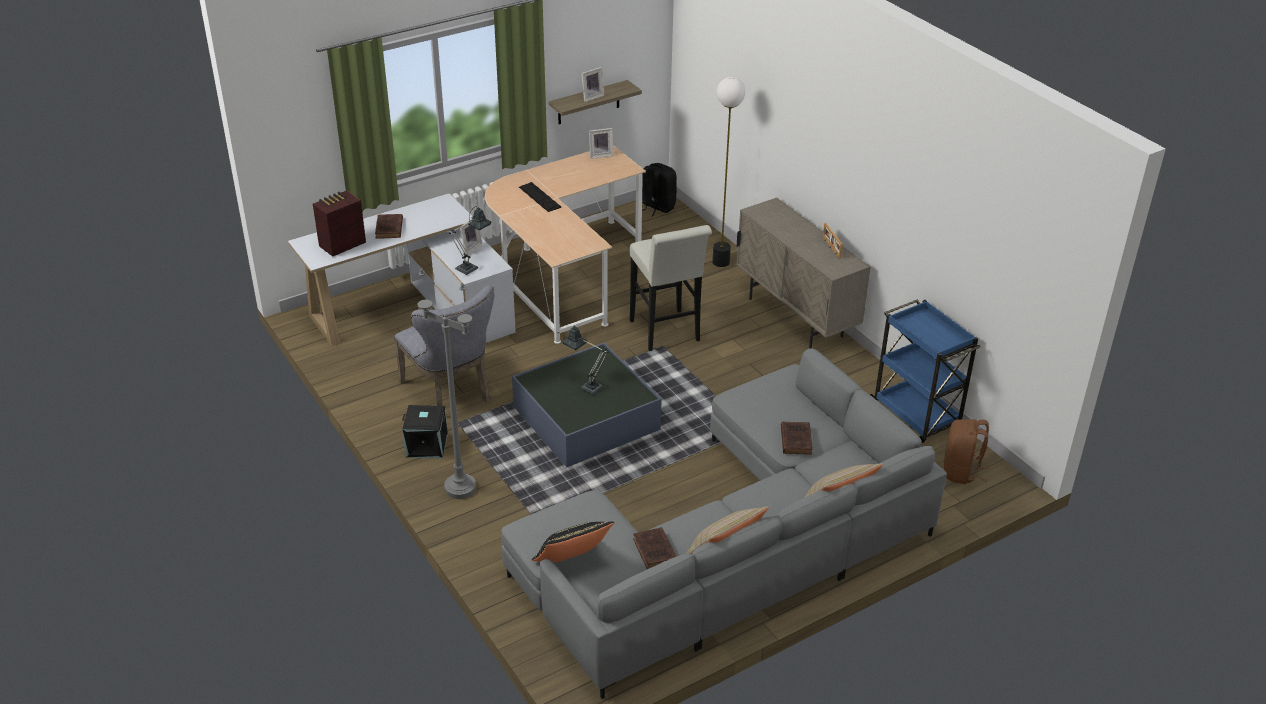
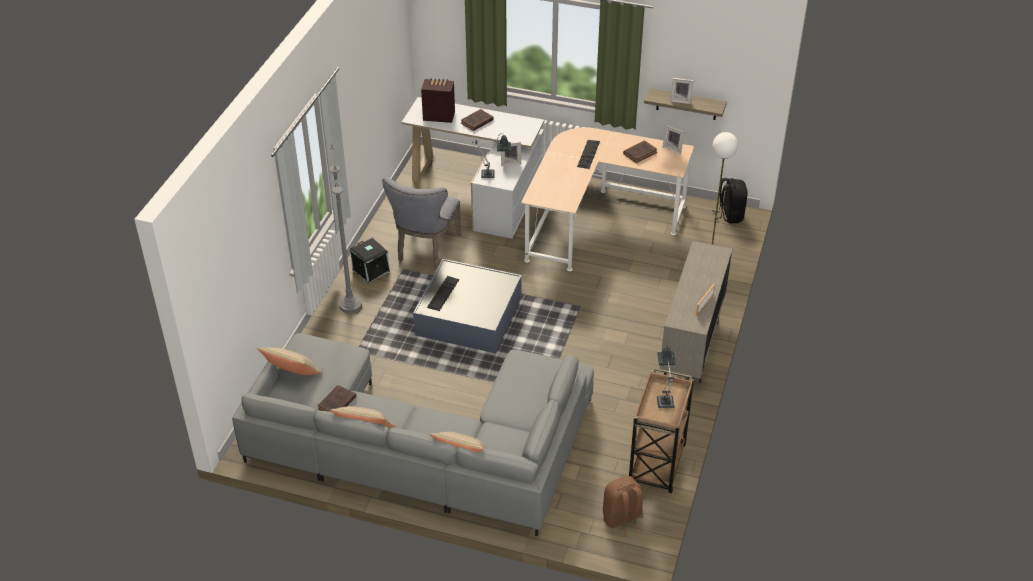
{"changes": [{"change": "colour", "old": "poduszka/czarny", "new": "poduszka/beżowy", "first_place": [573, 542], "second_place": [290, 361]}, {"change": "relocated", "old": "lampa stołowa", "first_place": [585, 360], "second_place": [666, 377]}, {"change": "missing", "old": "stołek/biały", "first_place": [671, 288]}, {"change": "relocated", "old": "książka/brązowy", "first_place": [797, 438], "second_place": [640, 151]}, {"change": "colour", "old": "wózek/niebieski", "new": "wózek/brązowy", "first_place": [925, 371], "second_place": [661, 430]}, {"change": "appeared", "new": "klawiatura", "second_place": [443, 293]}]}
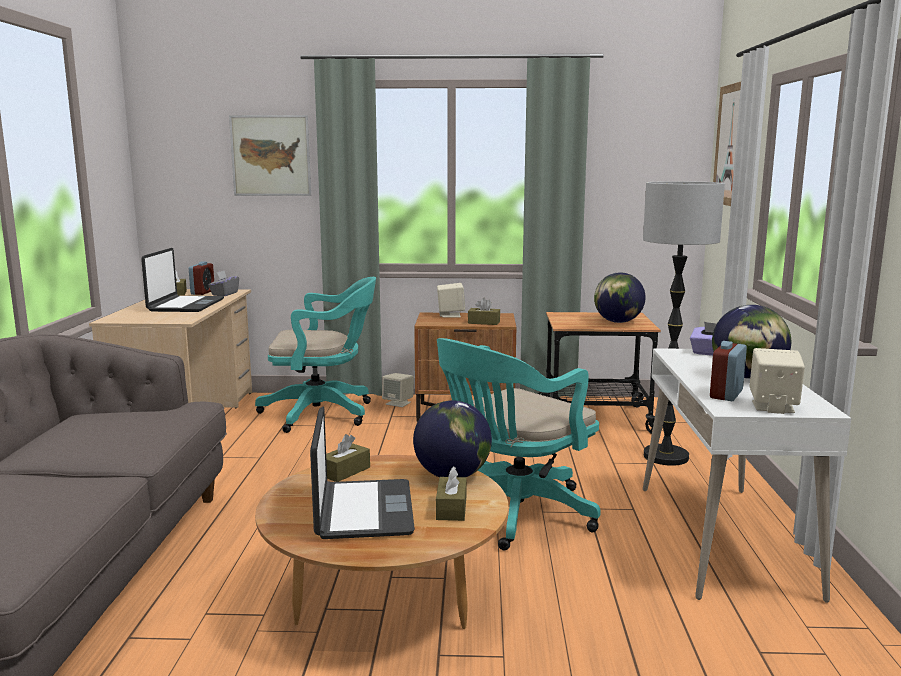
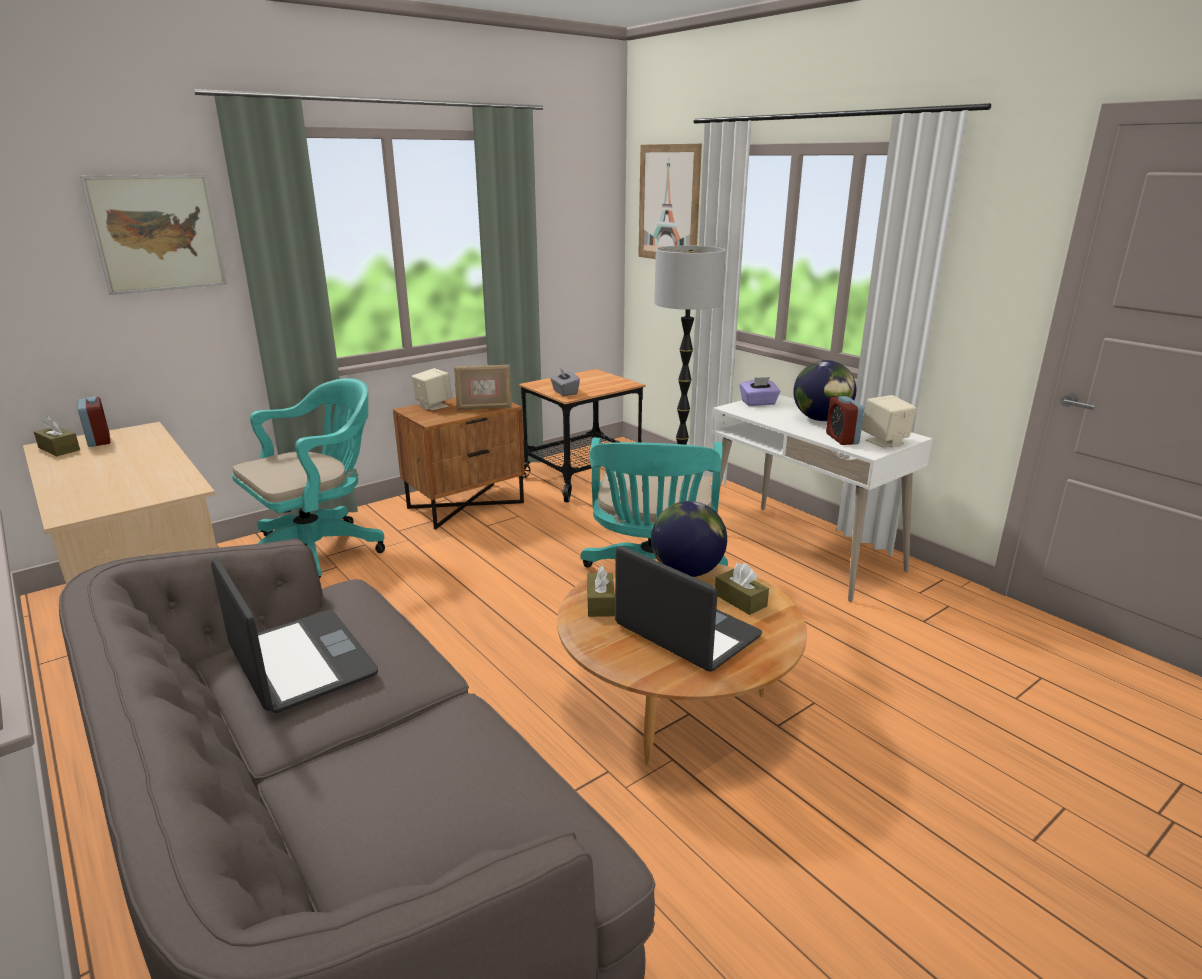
{"changes": [{"change": "relocated", "old": "laptop", "first_place": [182, 280], "second_place": [294, 635]}, {"change": "relocated", "old": "pudełko chusteczek/szary", "first_place": [223, 283], "second_place": [565, 381]}, {"change": "missing", "old": "głośnik/beżowy", "first_place": [398, 390]}, {"change": "exchanged", "old": "pudełko chusteczek/brązowy", "new": "ramka na zdjęcie", "first_place": [484, 311], "second_place": [483, 387]}, {"change": "missing", "old": "globus", "first_place": [620, 297]}]}
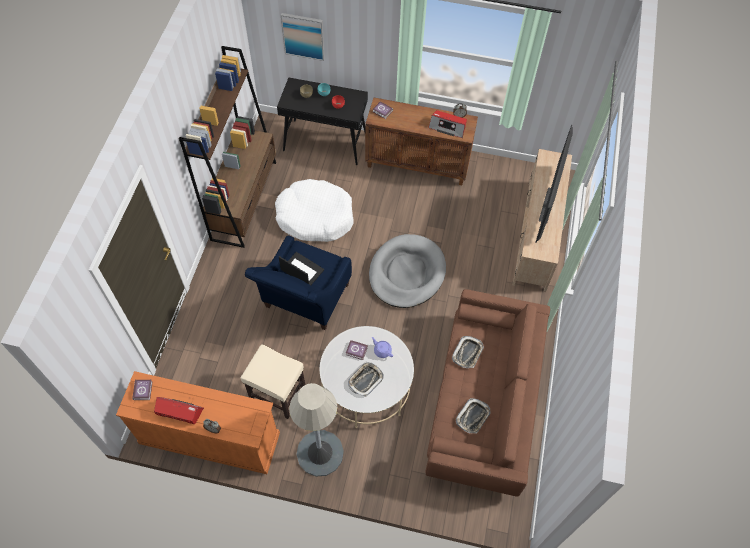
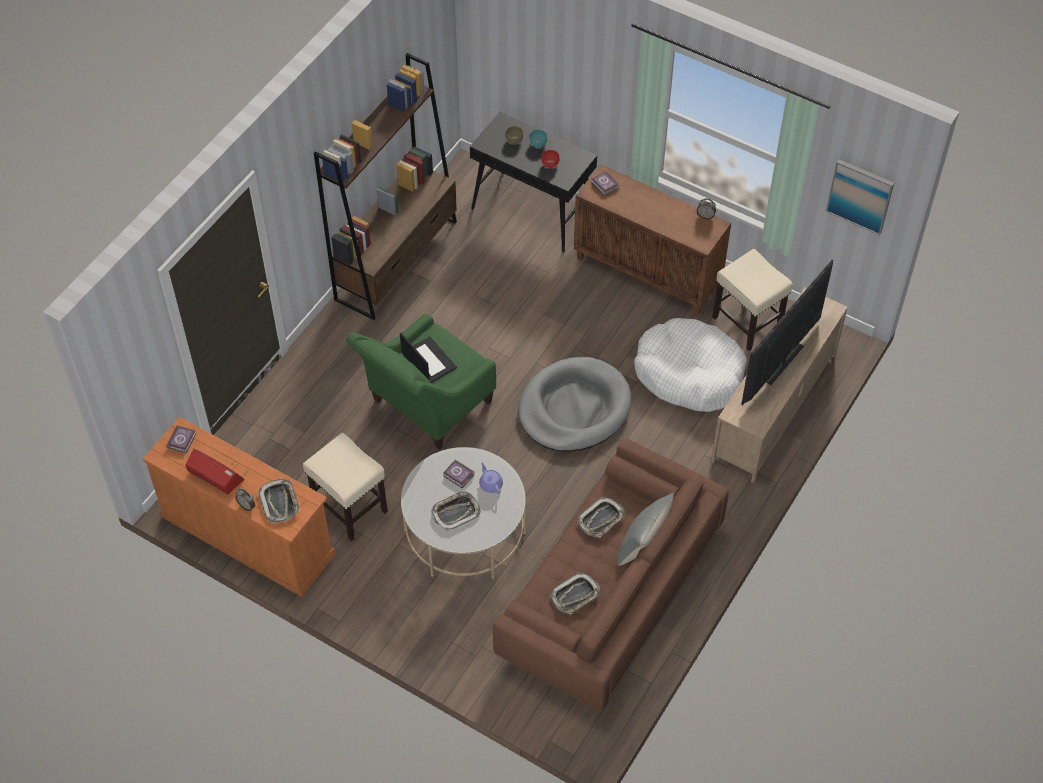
{"changes": [{"change": "colour", "old": "fotel/niebieski", "new": "fotel/zielony", "first_place": [298, 283], "second_place": [421, 381]}, {"change": "relocated", "old": "legowisko/biały", "first_place": [314, 210], "second_place": [690, 365]}, {"change": "relocated", "old": "obraz", "first_place": [303, 37], "second_place": [860, 197]}, {"change": "missing", "old": "lampa stojąca/szary", "first_place": [316, 429]}, {"change": "missing", "old": "radio", "first_place": [447, 124]}, {"change": "appeared", "new": "taca", "second_place": [279, 501]}, {"change": "appeared", "new": "poduszka/szary", "second_place": [645, 529]}, {"change": "appeared", "new": "stołek/beżowy", "second_place": [752, 300]}]}
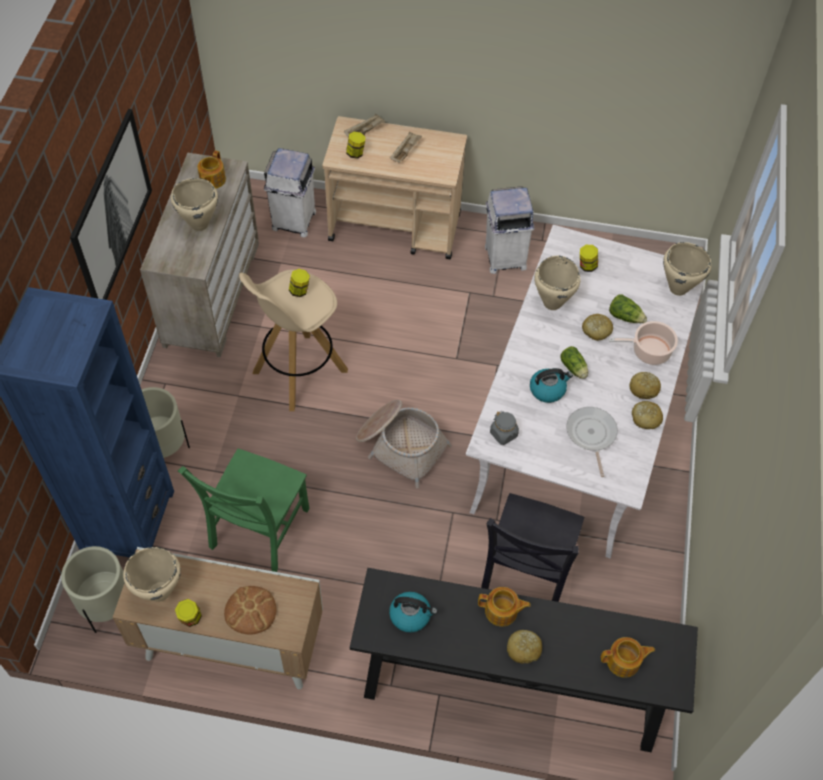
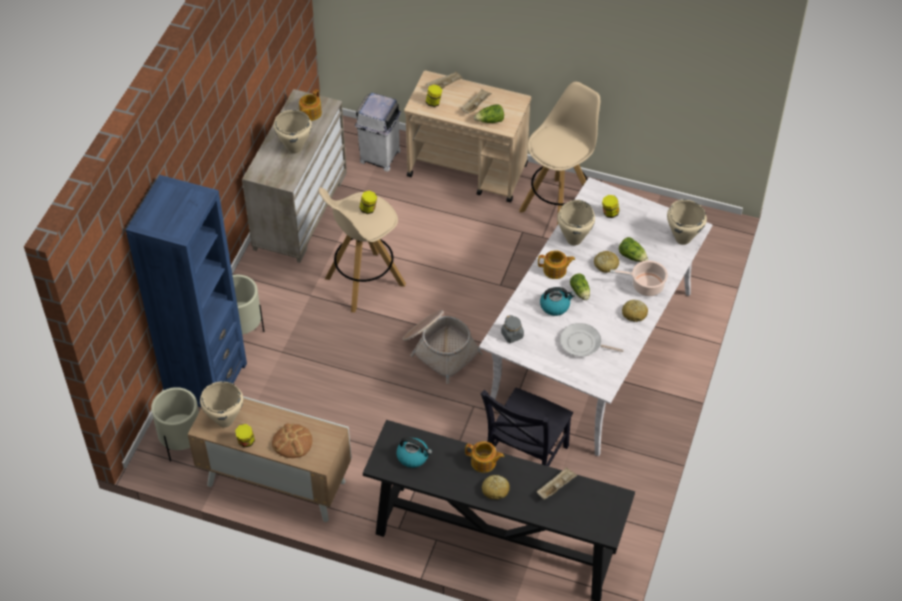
{"changes": [{"change": "missing", "old": "obraz", "first_place": [111, 204]}, {"change": "missing", "old": "krzesło/zielony", "first_place": [244, 510]}, {"change": "exchanged", "old": "kosz na śmieci/biały", "new": "stołek/beżowy", "first_place": [509, 230], "second_place": [559, 153]}, {"change": "spun", "old": "patelnia", "first_place": [592, 442], "second_place": [592, 340], "degrees": -75}, {"change": "relocated", "old": "imbryk", "first_place": [628, 657], "second_place": [556, 264]}, {"change": "missing", "old": "chleb", "first_place": [647, 415]}, {"change": "appeared", "new": "sałata", "second_place": [489, 114]}, {"change": "appeared", "new": "taca/beżowy", "second_place": [557, 484]}]}
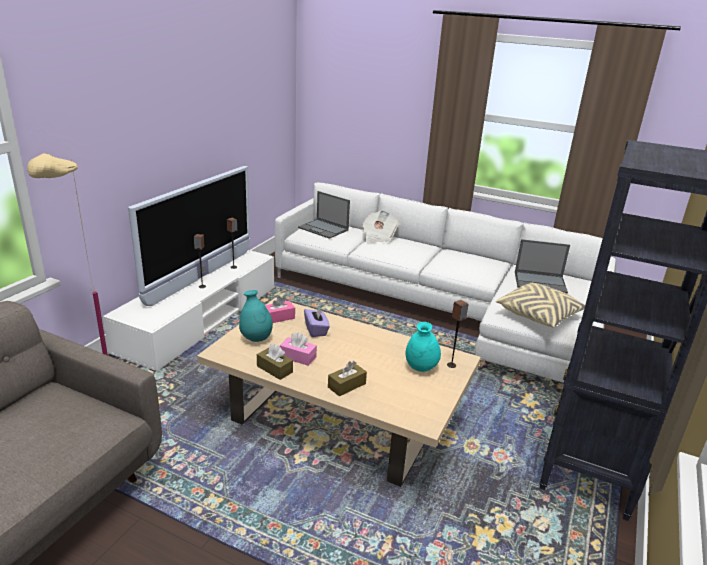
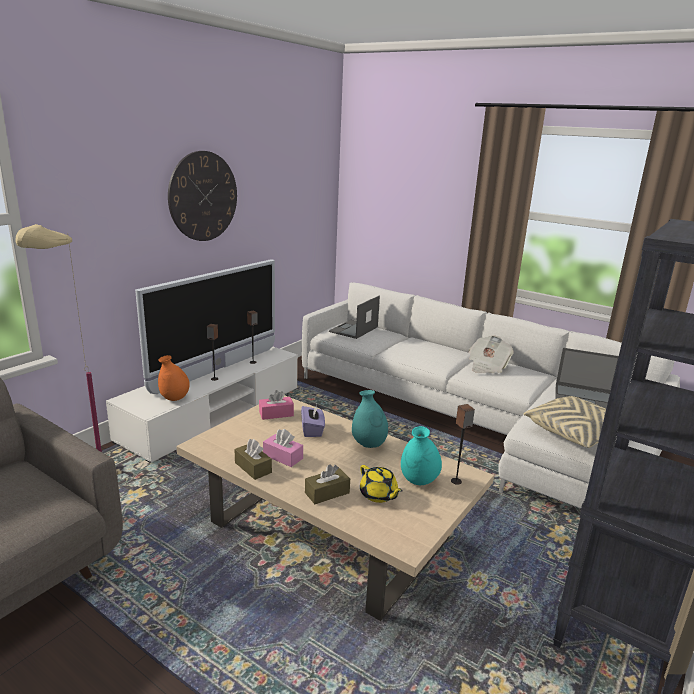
{"changes": [{"change": "relocated", "old": "wazon/turkusowy", "first_place": [256, 316], "second_place": [370, 419]}, {"change": "spun", "old": "laptop", "first_place": [324, 215], "second_place": [354, 317], "degrees": 75}, {"change": "relocated", "old": "gazeta", "first_place": [380, 226], "second_place": [491, 354]}, {"change": "appeared", "new": "wazon/pomarańczowy", "second_place": [174, 378]}, {"change": "appeared", "new": "zegar ścienny", "second_place": [202, 196]}, {"change": "appeared", "new": "imbryk/żółty", "second_place": [381, 484]}]}
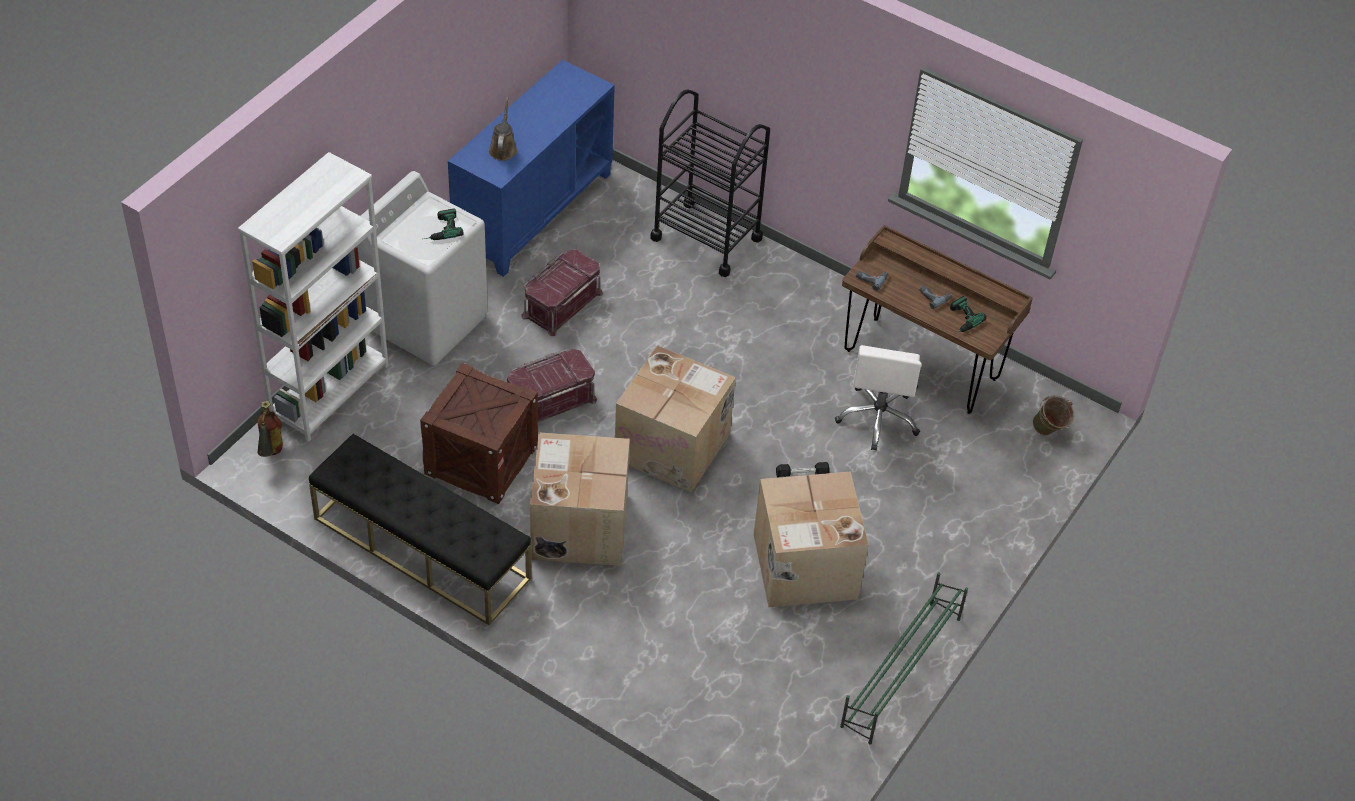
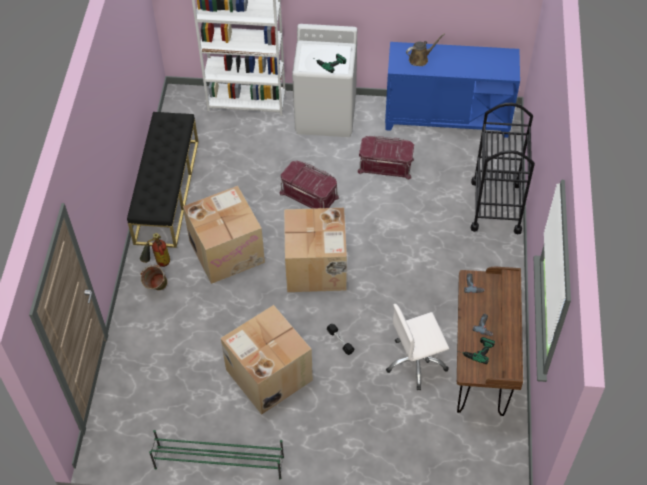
{"changes": [{"change": "relocated", "old": "gaśnica", "first_place": [270, 429], "second_place": [155, 250]}, {"change": "missing", "old": "skrzynka", "first_place": [479, 433]}, {"change": "relocated", "old": "wiadro/zielony", "first_place": [1053, 415], "second_place": [154, 278]}]}
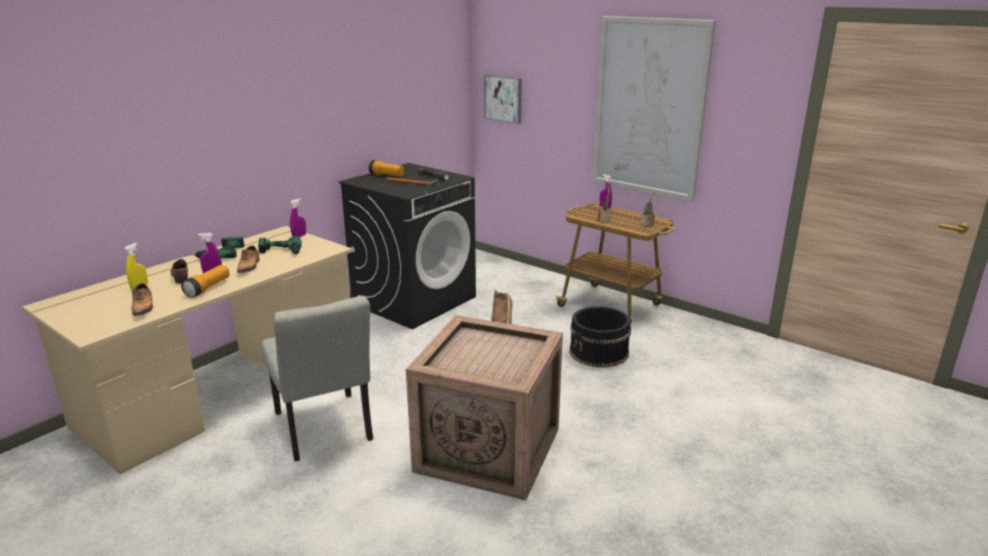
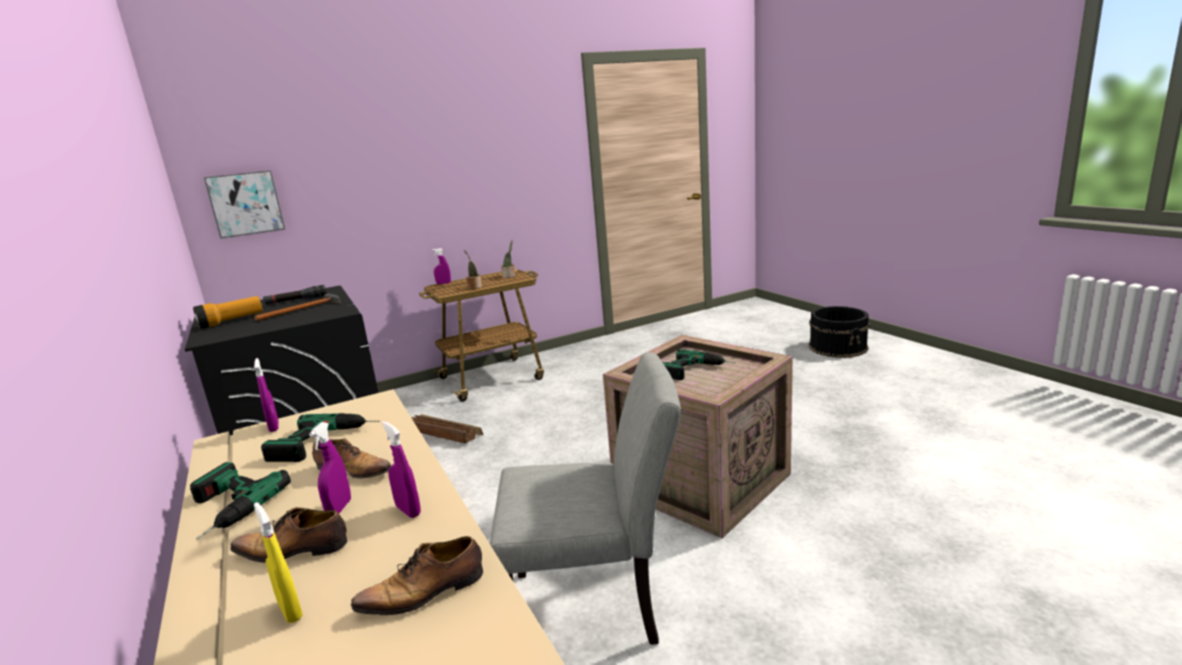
{"changes": [{"change": "spun", "old": "but", "first_place": [142, 299], "second_place": [417, 575], "degrees": 150}, {"change": "exchanged", "old": "latarka", "new": "spryskiwacz/fioletowy", "first_place": [205, 281], "second_place": [401, 469]}, {"change": "relocated", "old": "wiadro/czarny", "first_place": [600, 337], "second_place": [839, 332]}, {"change": "missing", "old": "obraz", "first_place": [654, 109]}, {"change": "appeared", "new": "wiertarka", "second_place": [698, 364]}]}
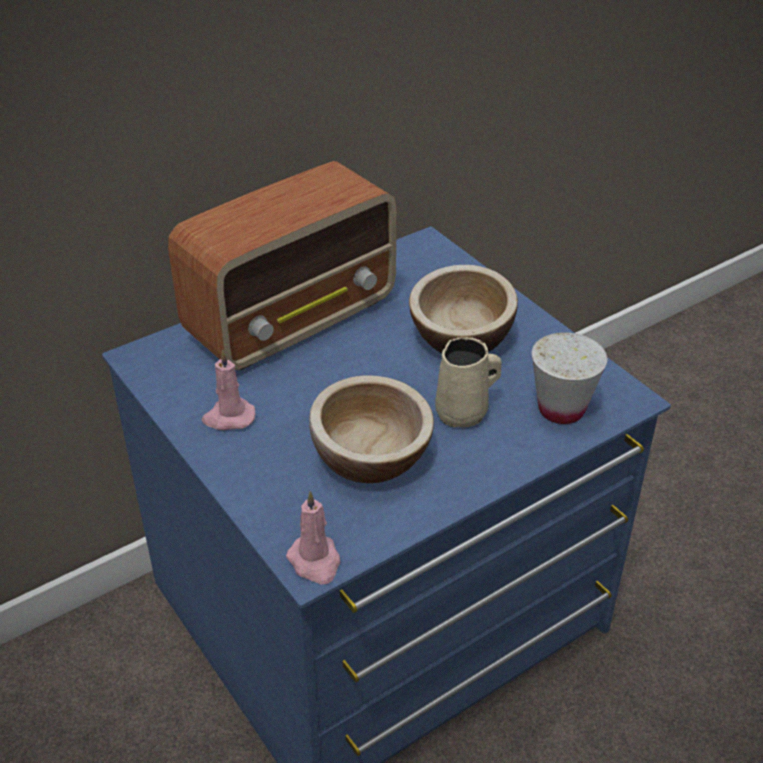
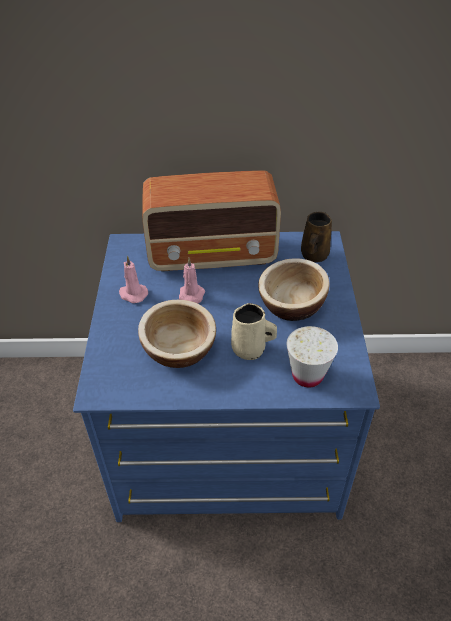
{"changes": [{"change": "relocated", "old": "świeca/różowy", "first_place": [313, 538], "second_place": [192, 281]}, {"change": "appeared", "new": "kubek/brązowy", "second_place": [316, 237]}]}
